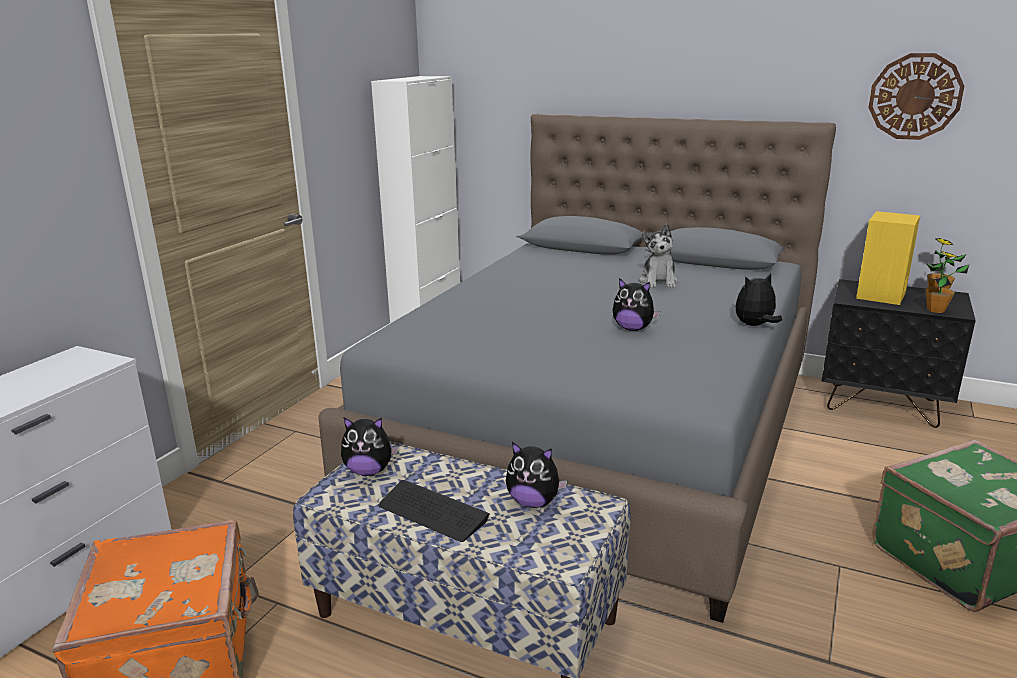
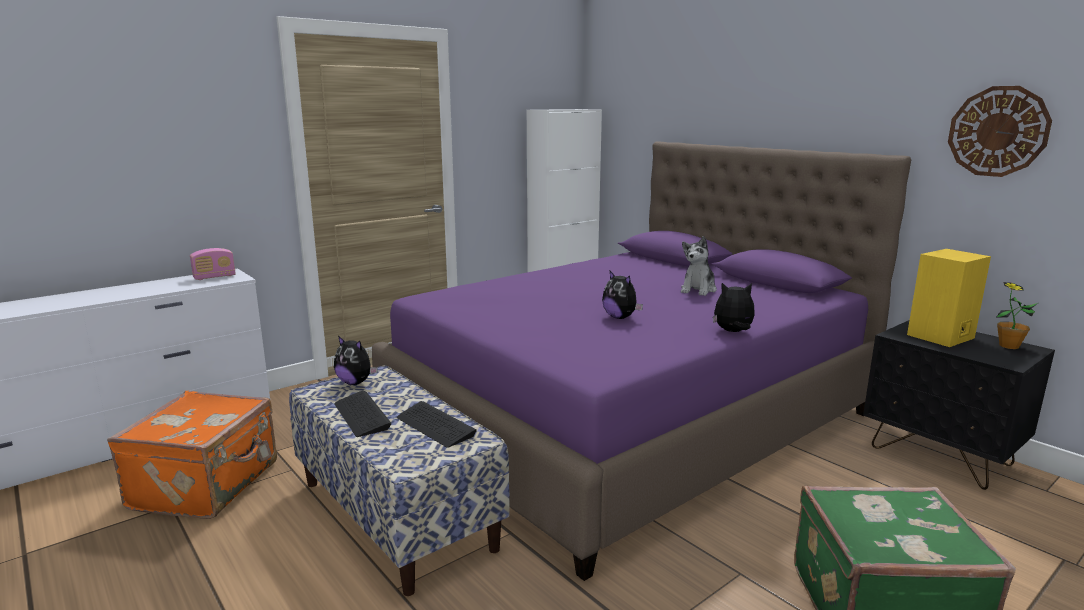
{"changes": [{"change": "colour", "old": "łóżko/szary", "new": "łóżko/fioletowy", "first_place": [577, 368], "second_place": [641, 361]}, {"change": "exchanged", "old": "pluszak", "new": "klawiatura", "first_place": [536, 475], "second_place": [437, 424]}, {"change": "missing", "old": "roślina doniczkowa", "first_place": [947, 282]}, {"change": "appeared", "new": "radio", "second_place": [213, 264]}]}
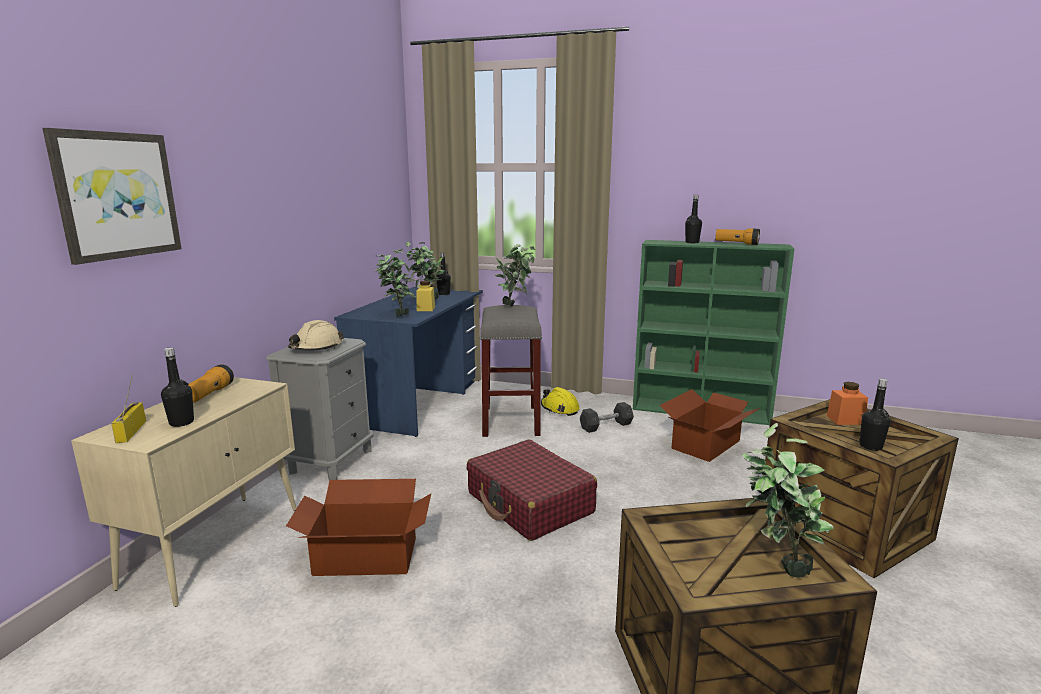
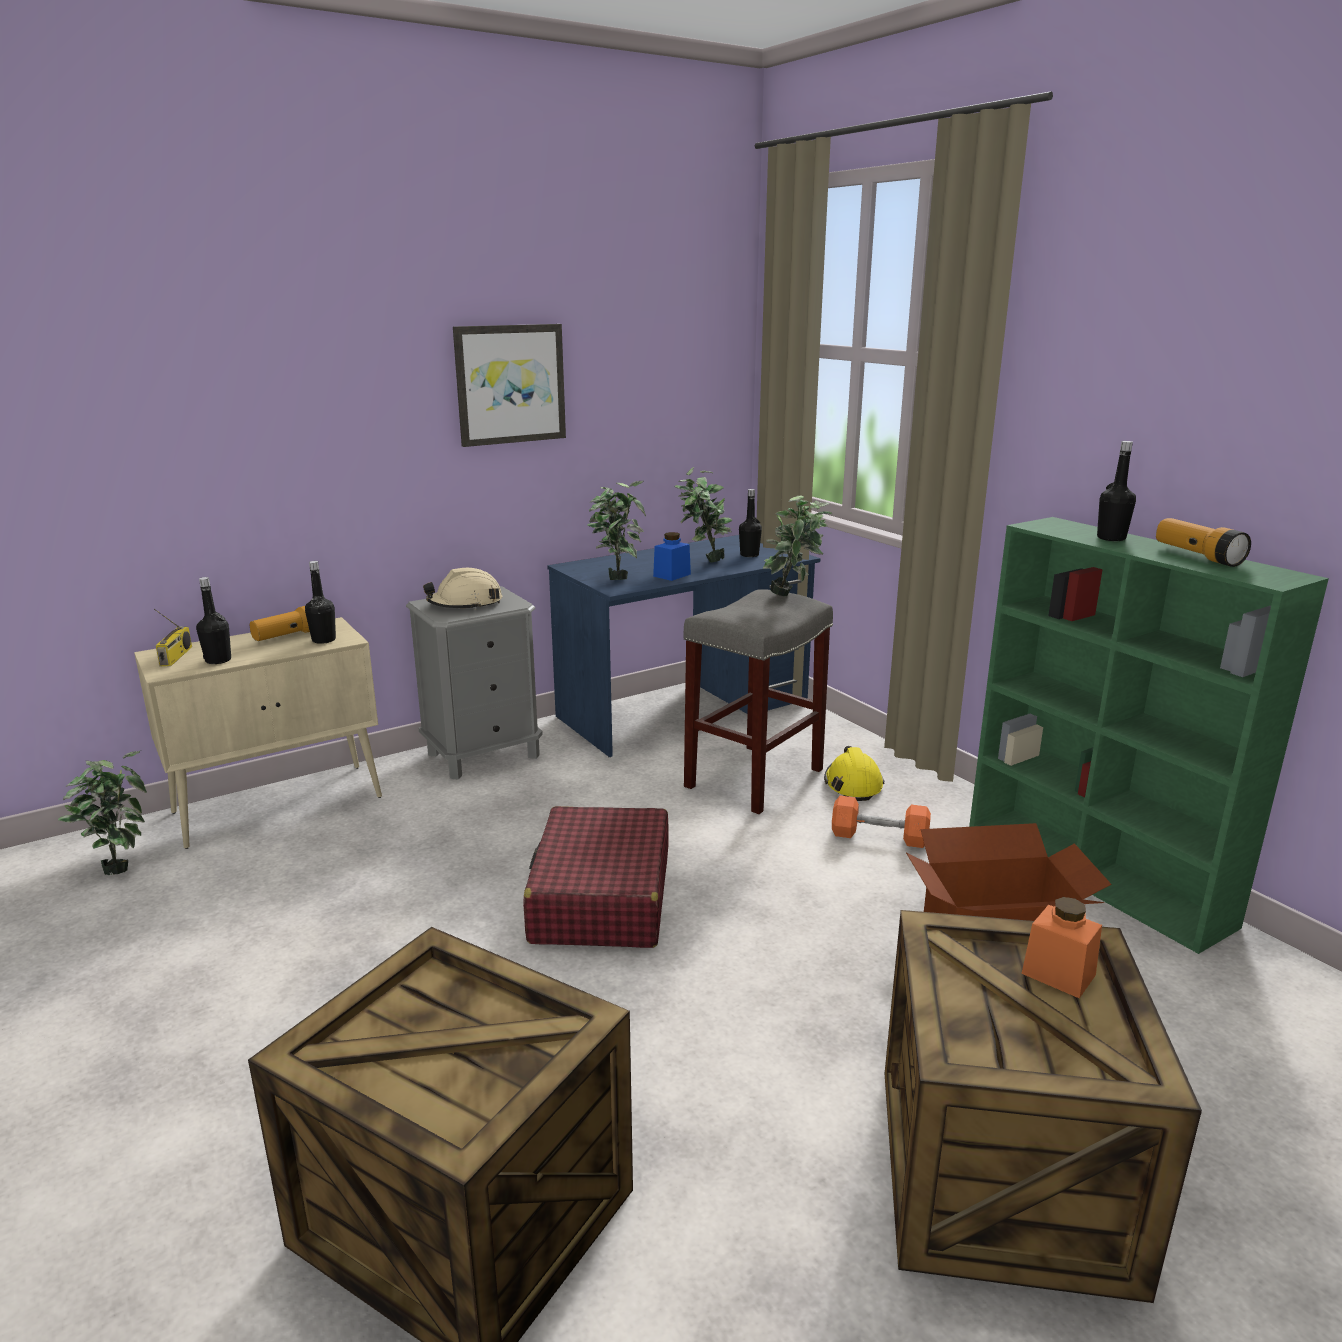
{"changes": [{"change": "relocated", "old": "obraz", "first_place": [111, 196], "second_place": [509, 385]}, {"change": "spun", "old": "radio", "first_place": [128, 409], "second_place": [173, 637], "degrees": 150}, {"change": "missing", "old": "karton", "first_place": [358, 527]}, {"change": "colour", "old": "słoik/żółty", "new": "słoik/niebieski", "first_place": [425, 296], "second_place": [672, 556]}, {"change": "colour", "old": "hantel/szary", "new": "hantel/pomarańczowy", "first_place": [607, 417], "second_place": [881, 822]}, {"change": "relocated", "old": "roślina doniczkowa", "first_place": [788, 500], "second_place": [102, 813]}, {"change": "relocated", "old": "butelka/czarny", "first_place": [874, 414], "second_place": [320, 602]}]}
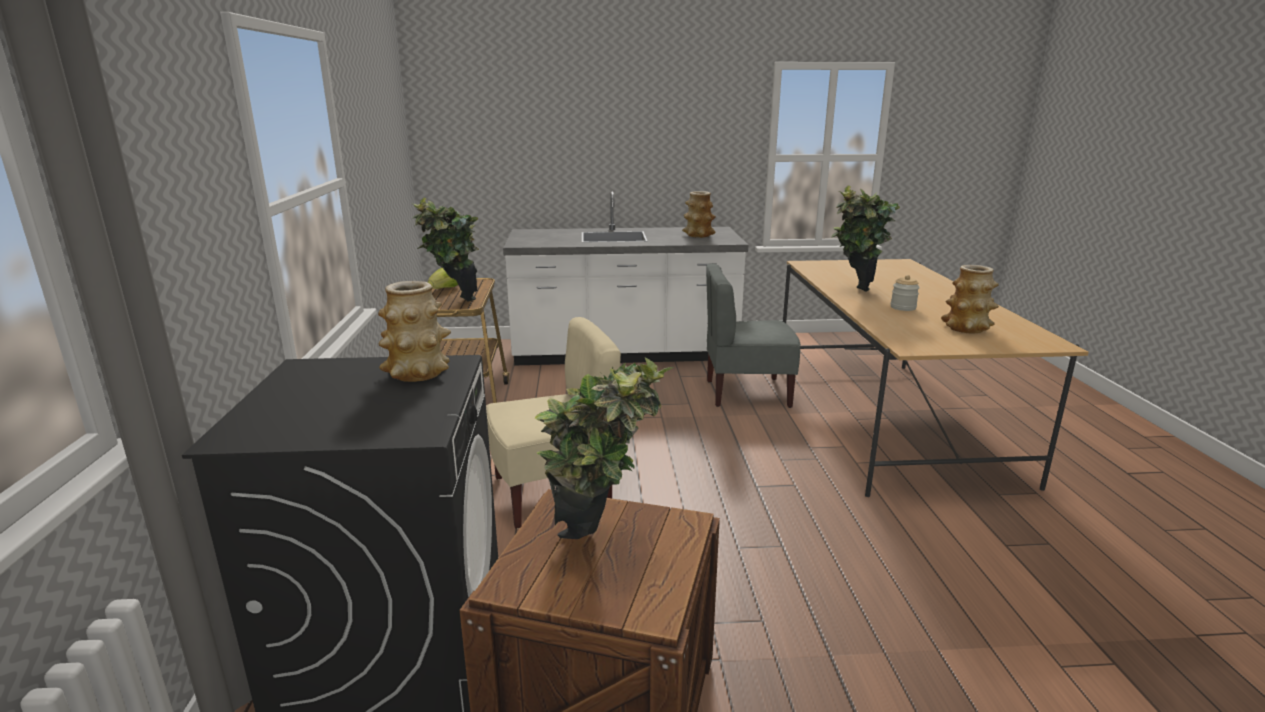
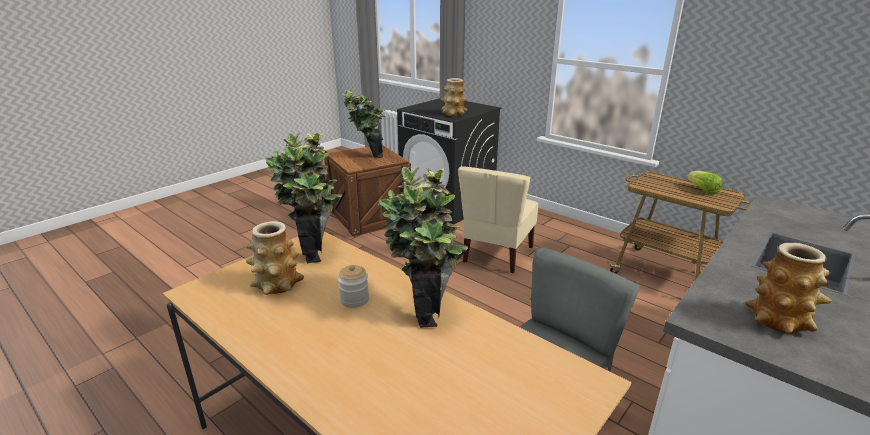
{"changes": [{"change": "relocated", "old": "roślina doniczkowa", "first_place": [445, 249], "second_place": [303, 197]}]}
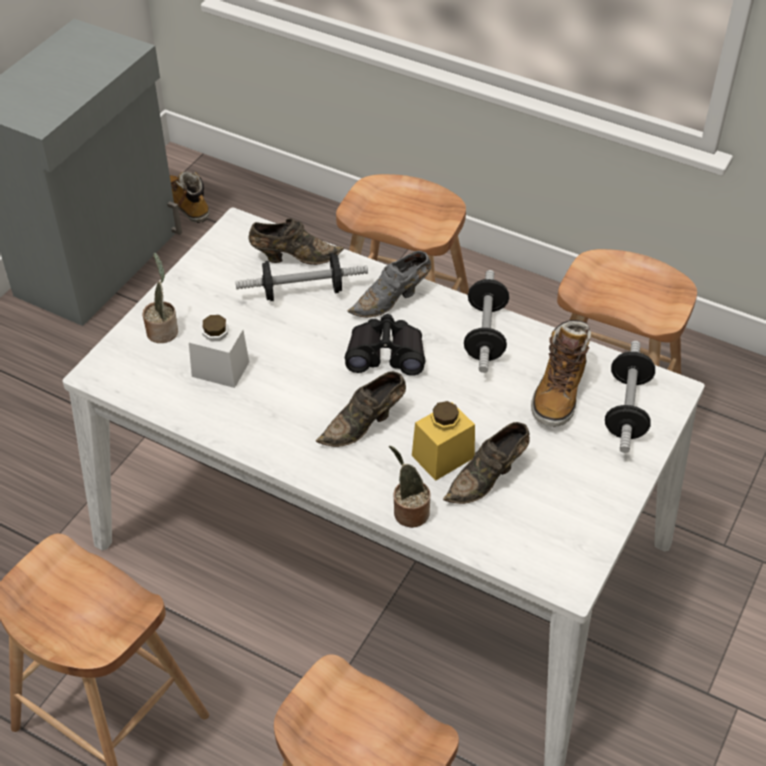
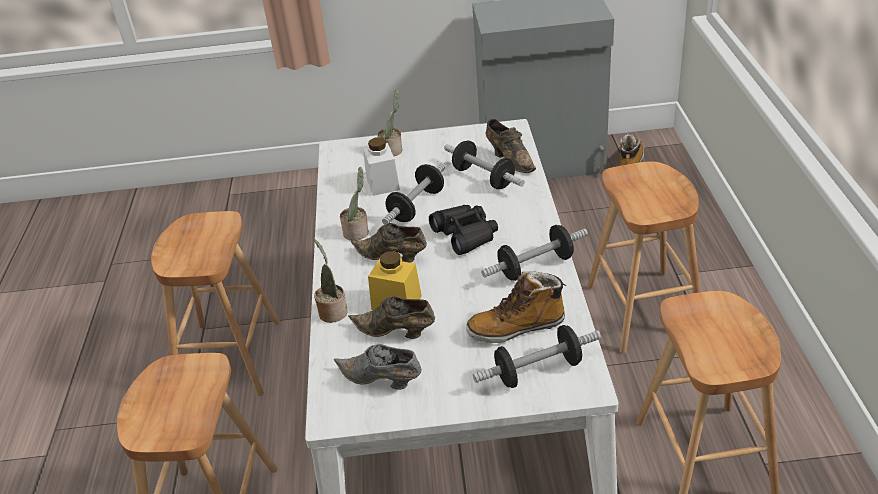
{"changes": [{"change": "relocated", "old": "but/szary", "first_place": [389, 284], "second_place": [378, 367]}, {"change": "appeared", "new": "roślina doniczkowa", "second_place": [354, 204]}, {"change": "appeared", "new": "hantel", "second_place": [414, 194]}]}
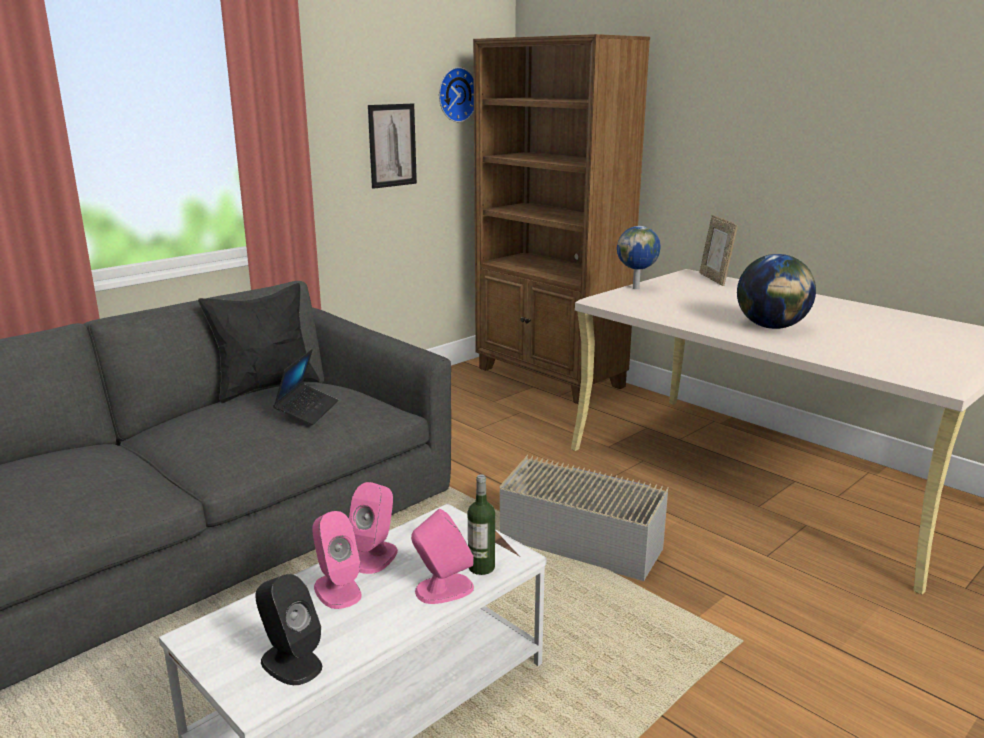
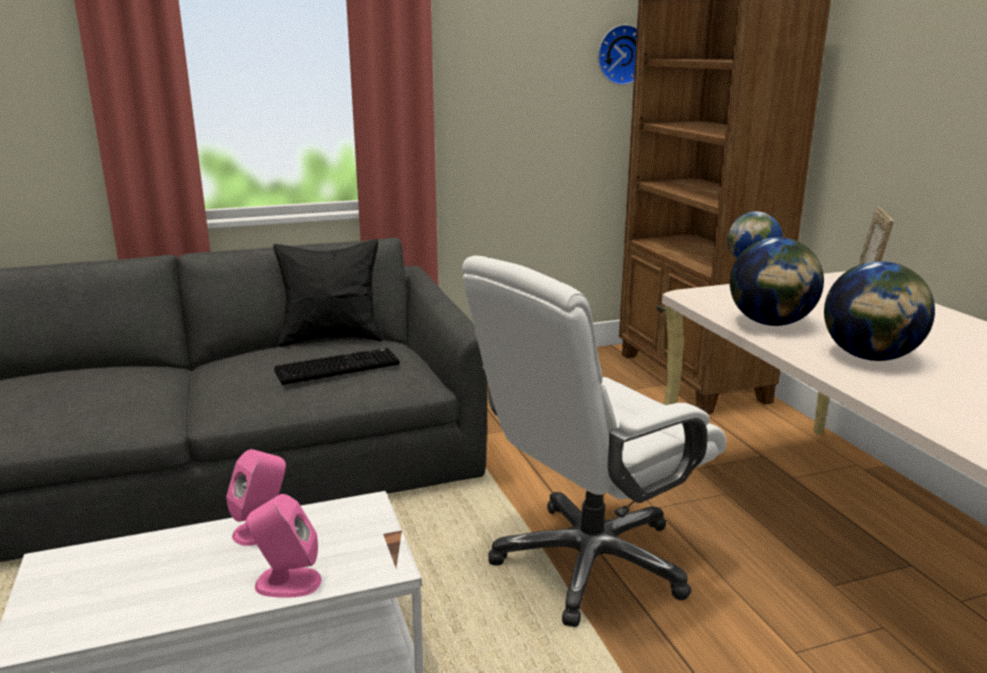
{"changes": [{"change": "missing", "old": "głośnik/czarny", "first_place": [288, 629]}, {"change": "exchanged", "old": "laptop", "new": "klawiatura", "first_place": [305, 387], "second_place": [337, 366]}, {"change": "missing", "old": "głośnik/różowy", "first_place": [337, 560]}, {"change": "missing", "old": "obraz", "first_place": [392, 146]}, {"change": "missing", "old": "butelka", "first_place": [481, 524]}, {"change": "exchanged", "old": "pojemnik do przechowywania/szary", "new": "krzesło biurowe/biały", "first_place": [584, 518], "second_place": [594, 441]}, {"change": "appeared", "new": "globus", "second_place": [777, 281]}]}
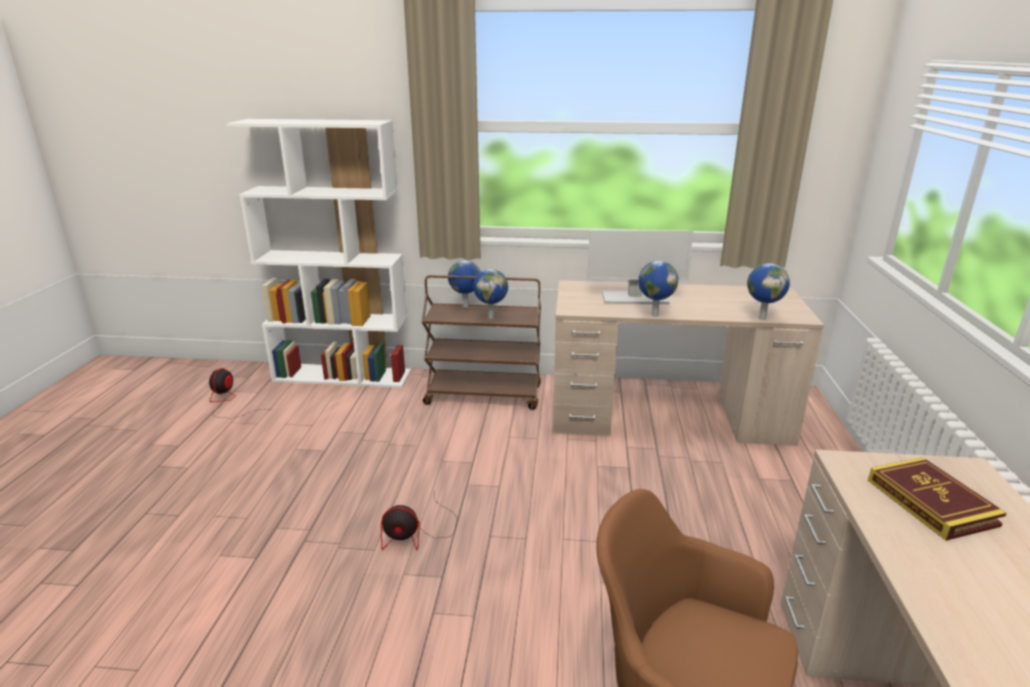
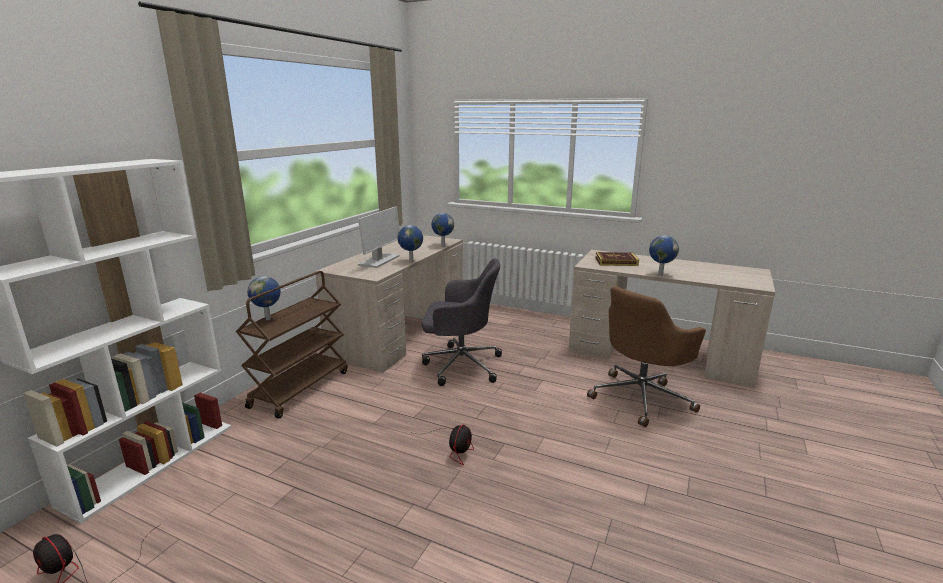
{"changes": [{"change": "relocated", "old": "globus", "first_place": [490, 294], "second_place": [664, 255]}, {"change": "appeared", "new": "krzesło biurowe/szary", "second_place": [462, 322]}]}
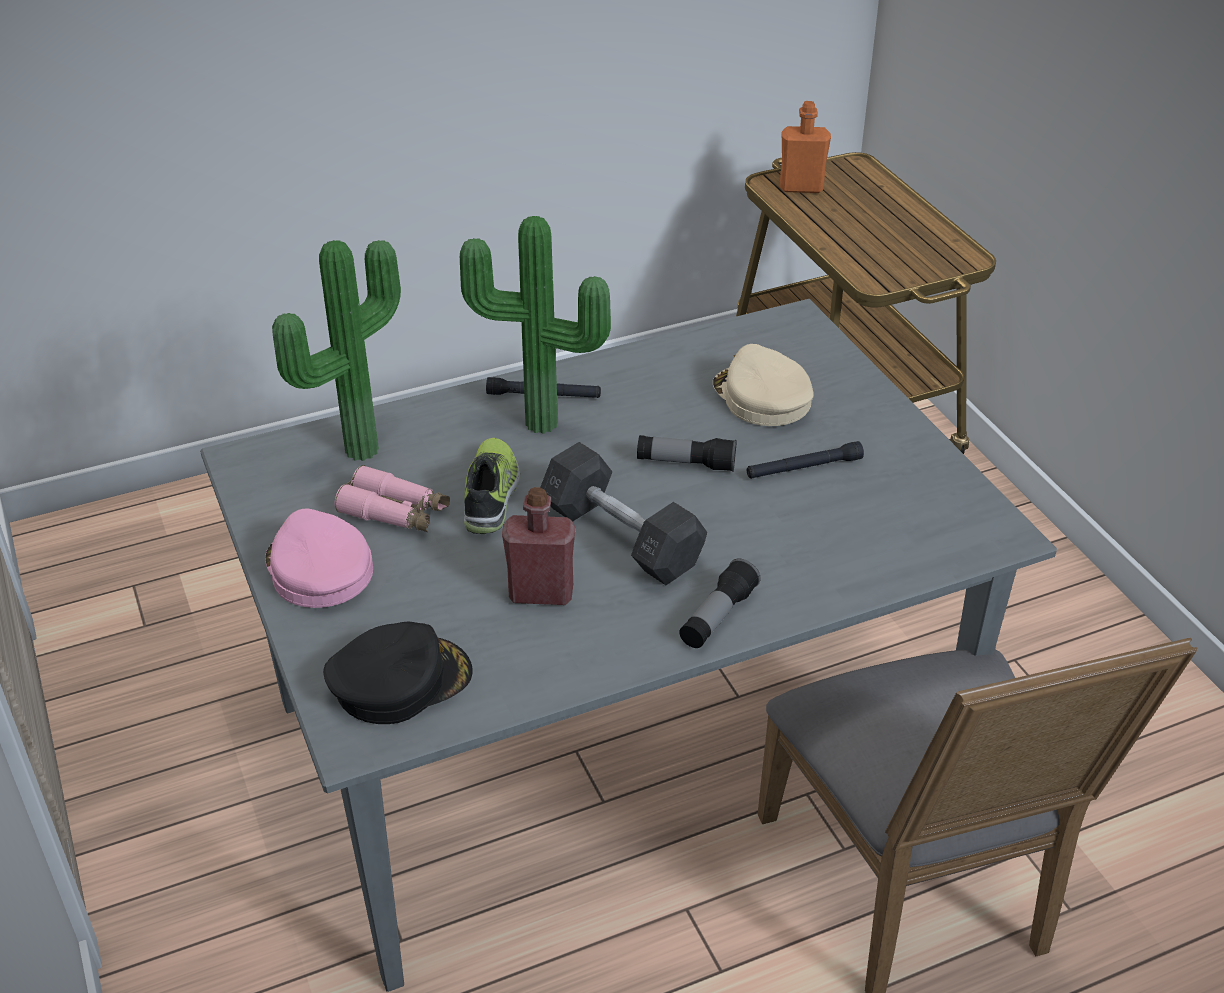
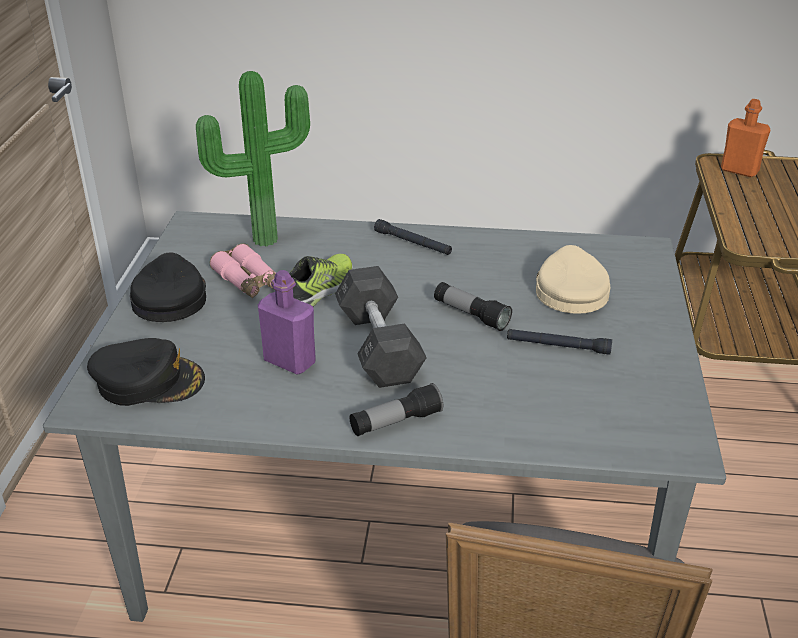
{"changes": [{"change": "colour", "old": "czapka z daszkiem/różowy", "new": "czapka z daszkiem/czarny", "first_place": [319, 558], "second_place": [168, 287]}, {"change": "missing", "old": "roślina doniczkowa", "first_place": [535, 325]}, {"change": "colour", "old": "butelka/czerwony", "new": "butelka/fioletowy", "first_place": [538, 546], "second_place": [287, 322]}]}
